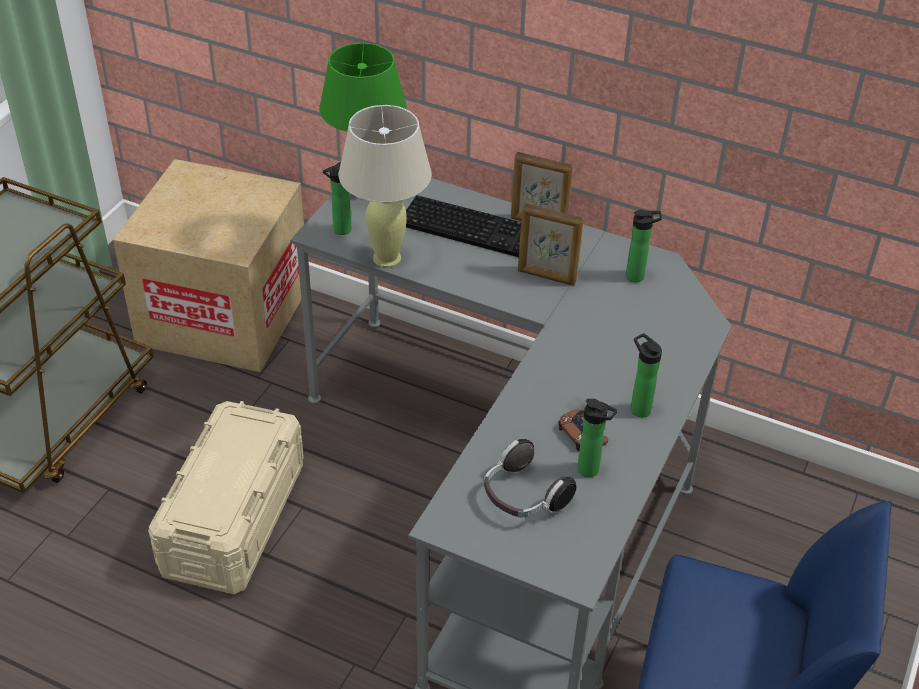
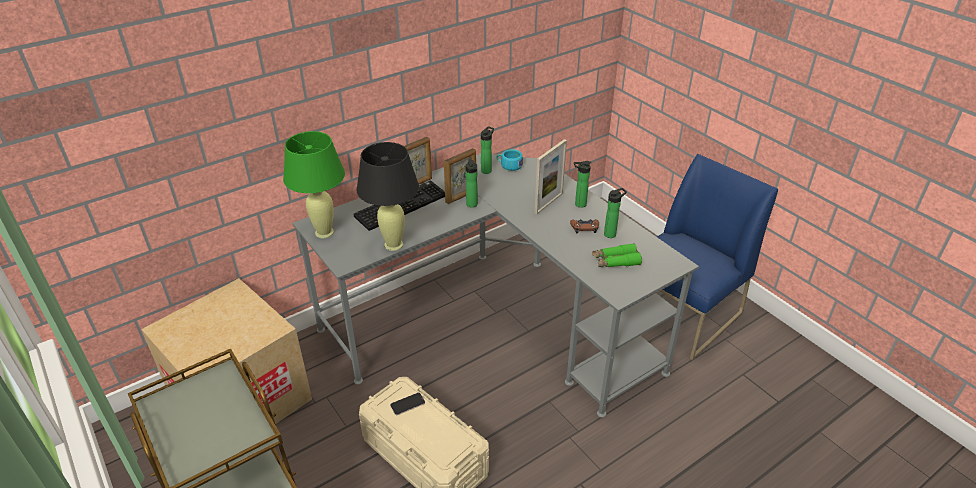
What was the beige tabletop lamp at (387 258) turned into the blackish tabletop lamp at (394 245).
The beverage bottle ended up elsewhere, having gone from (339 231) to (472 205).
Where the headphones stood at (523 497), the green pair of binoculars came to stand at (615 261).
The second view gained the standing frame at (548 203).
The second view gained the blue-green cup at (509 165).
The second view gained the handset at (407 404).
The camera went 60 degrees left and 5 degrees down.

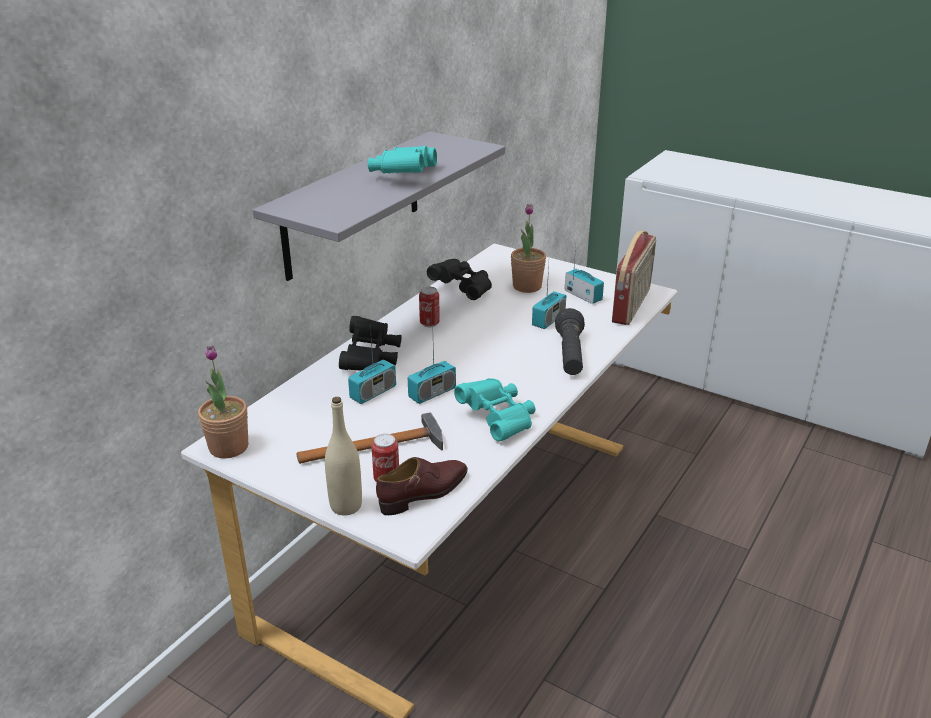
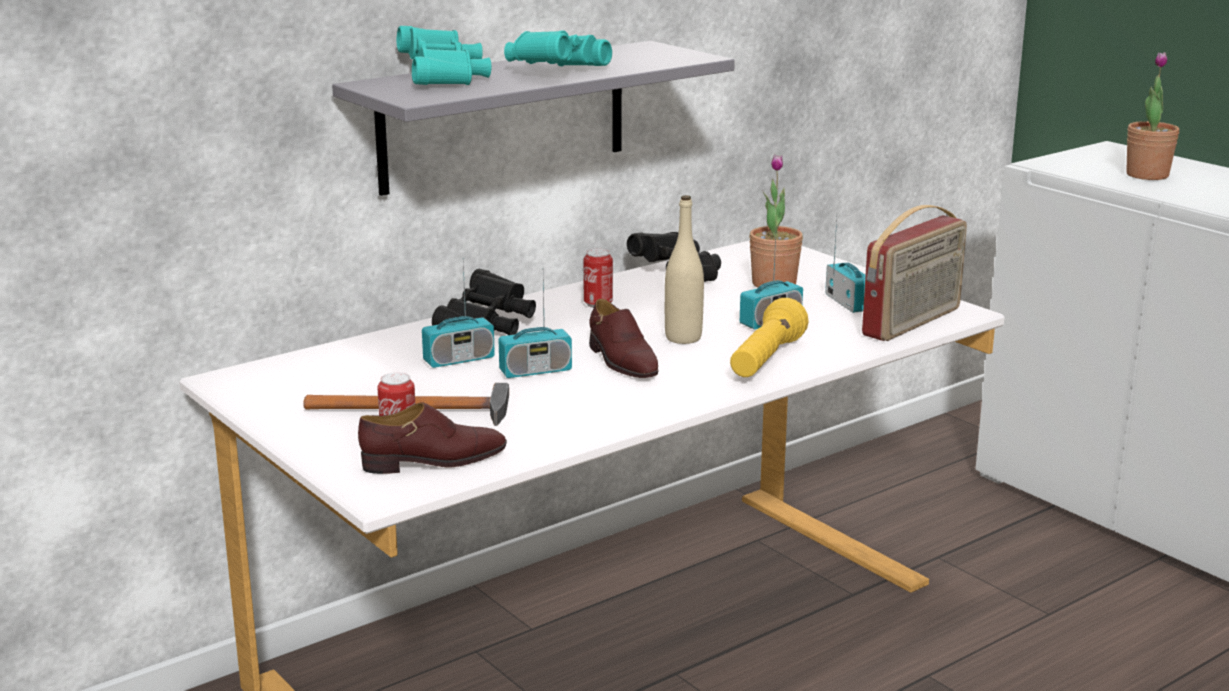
What was the blackish hand torch at (570 355) turned into the yellow hand torch at (766 360).
The plant in a pot ended up elsewhere, having gone from (228 447) to (1147 175).
The blue-green pair of binoculars ended up elsewhere, having gone from (498 419) to (444 79).
The beige beverage bottle ended up elsewhere, having gone from (346 506) to (683 338).
The second view gained the brown-coloured shoe at (622 361).
The camera went 20 degrees right and 10 degrees down.

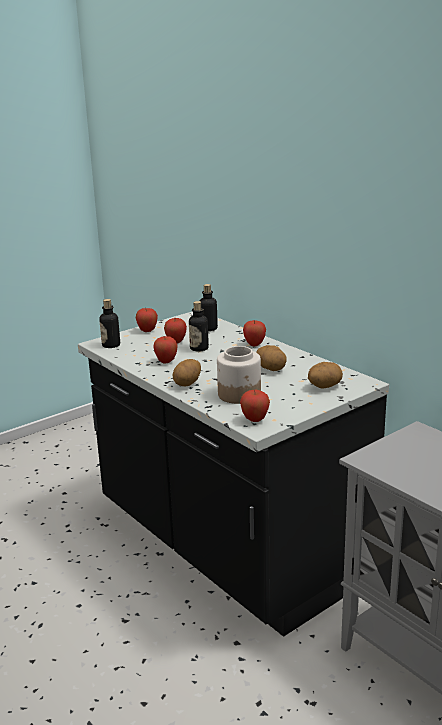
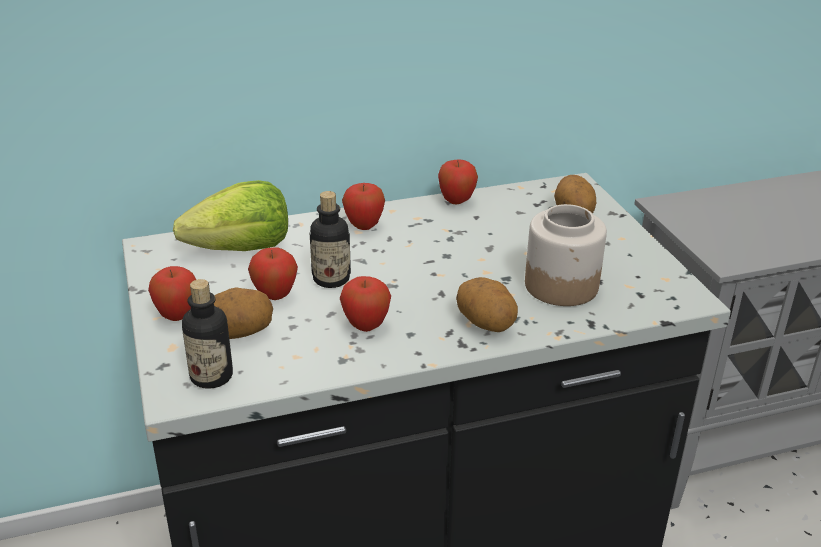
Where the beverage bottle stood at (208 328), the head of lettuce came to stand at (242 249).
The potato ended up elsewhere, having gone from (271 369) to (240 333).
The apple ended up elsewhere, having gone from (255 420) to (456 201).
The camera went 70 degrees left and 10 degrees up.

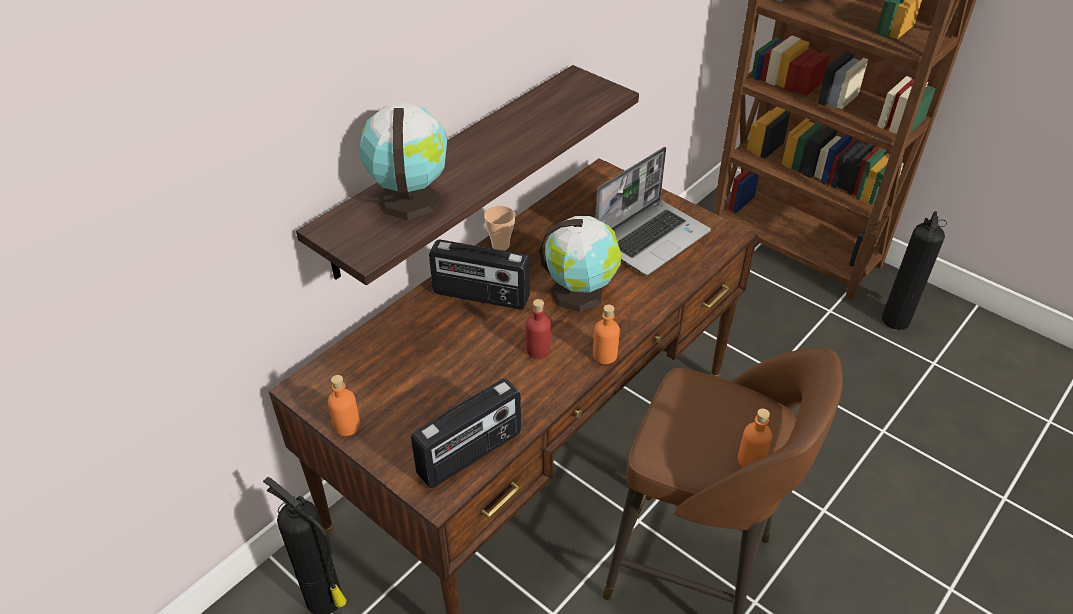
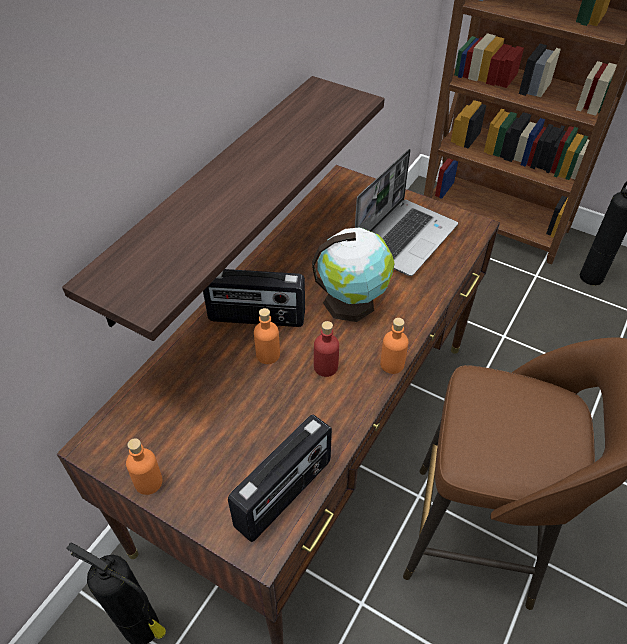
The second view lost the desk globe at (409 198).
The second view lost the cup at (500 245).
The orangey beverage bottle ended up elsewhere, having gone from (751 459) to (268 355).
The camera went 10 degrees left and 5 degrees up.

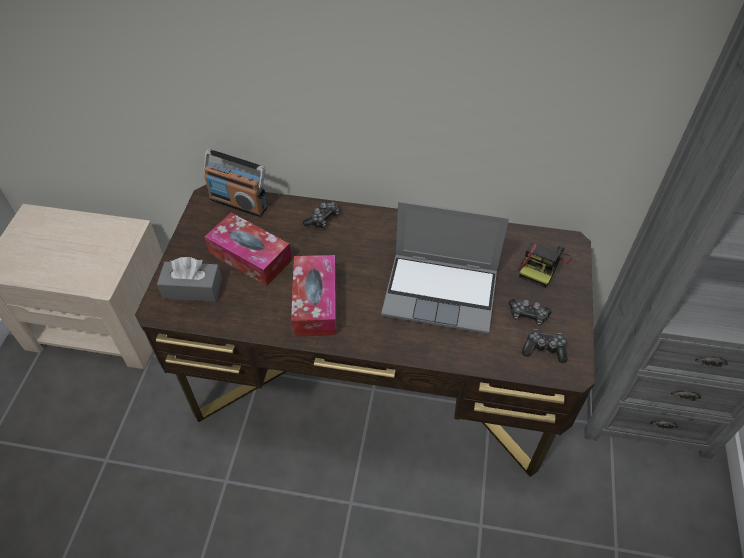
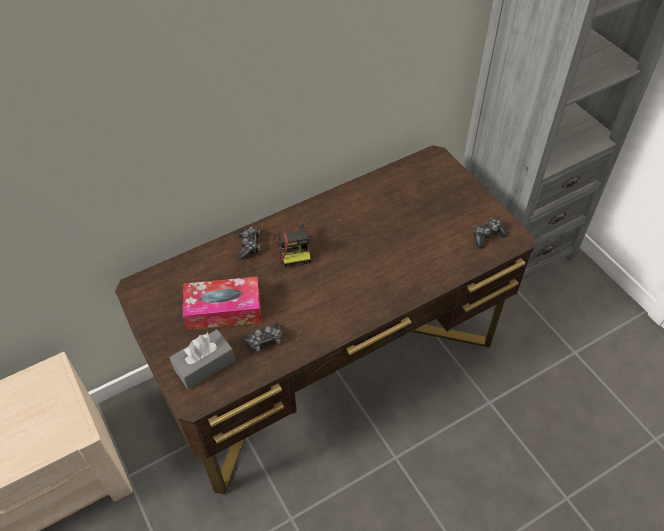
The second view lost the radio at (239 202).
The second view lost the laptop at (442 293).
The photo camera ended up elsewhere, having gone from (542 265) to (294 247).
The second view lost the tissue box at (315 302).
The gamepad ended up elsewhere, having gone from (527 315) to (265 341).
The camera went 40 degrees left and 0 degrees up.

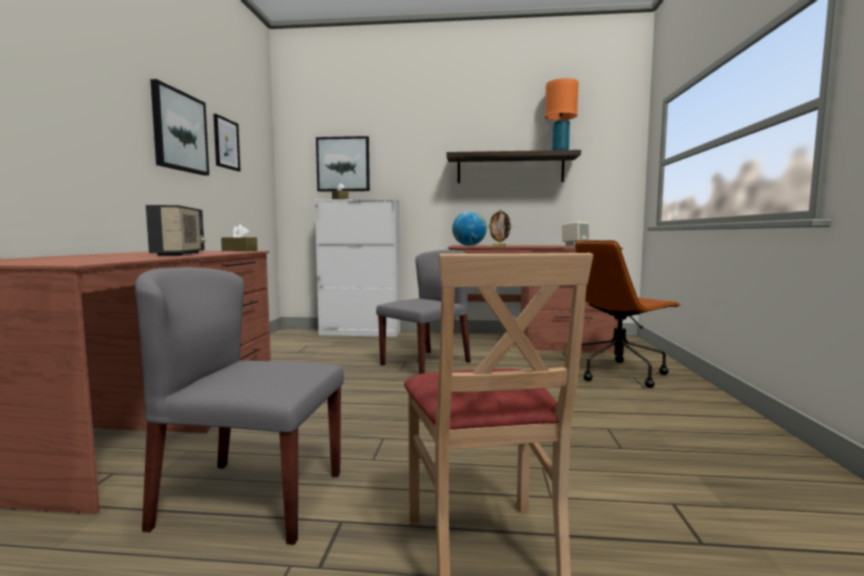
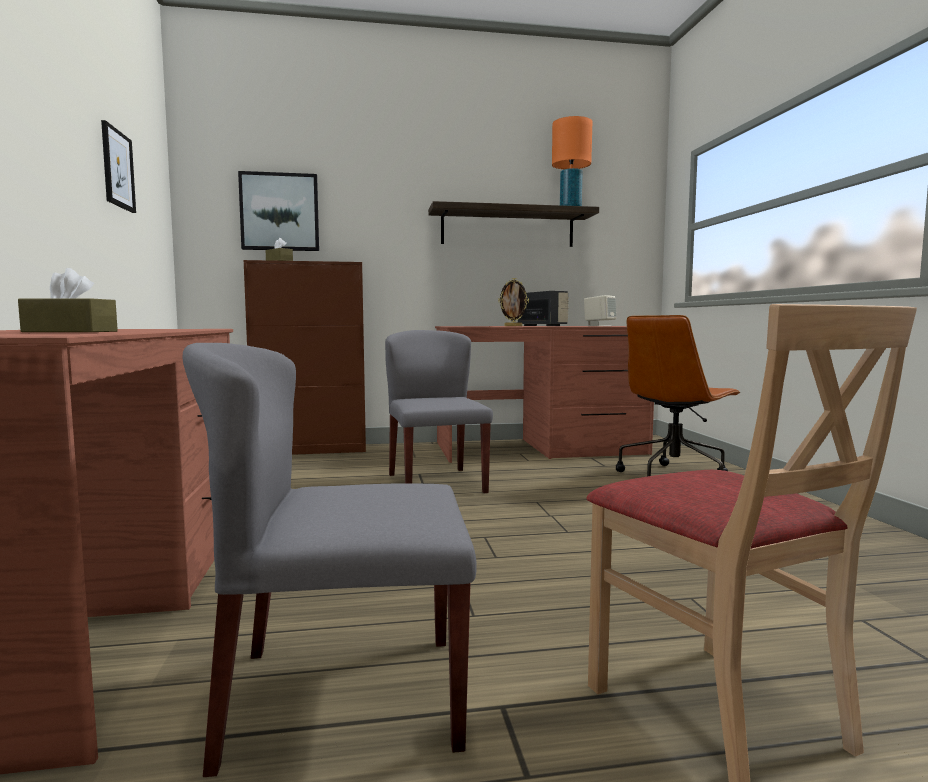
The second view lost the picture at (179 131).
What was the whitish cabinet at (360 333) turned into the brown-coloured cabinet at (311 450).
The radio ended up elsewhere, having gone from (180 254) to (542 326).
The second view lost the desk globe at (469 245).
The brown-coloured tissue box ended up elsewhere, having gone from (239 250) to (70 331).
The gray chair at (426 363) ended up facing another way, 45 degrees counterclockwise from before.
The camera went 15 degrees left and 0 degrees up.

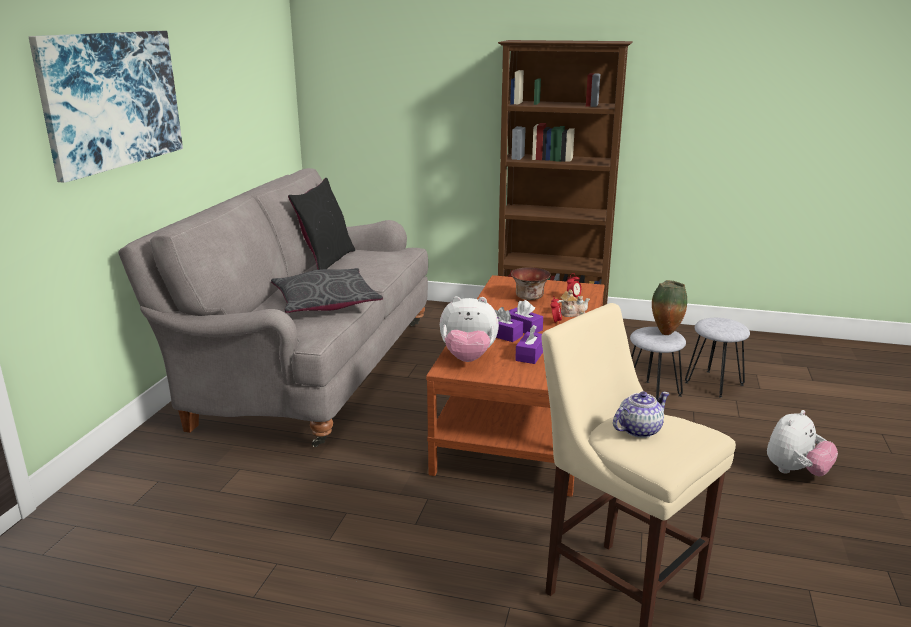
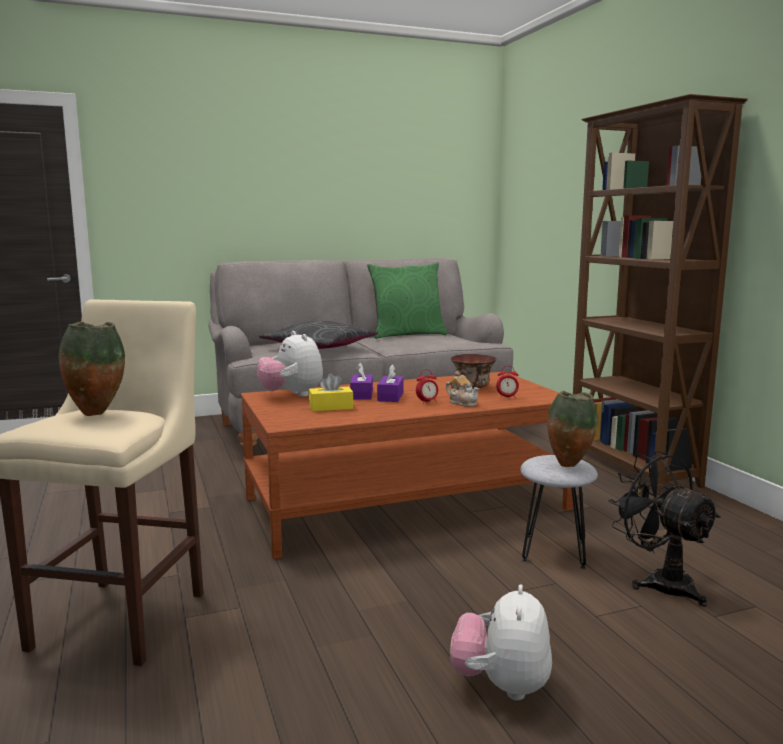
The second view lost the picture at (112 100).
What was the blackish pillow at (326 261) turned into the green pillow at (407 335).
Where the gray stool seat stood at (714 384), the blackish fan came to stand at (660 582).
What was the purple-coloured tissue box at (530 355) turned into the yellow tissue box at (331 407).
Where the pot for tea stood at (638 430), the flower vase came to stand at (97 414).
The plush toy at (795 471) ended up facing another way, 90 degrees clockwise from before.
The camera went 55 degrees right and 10 degrees down.

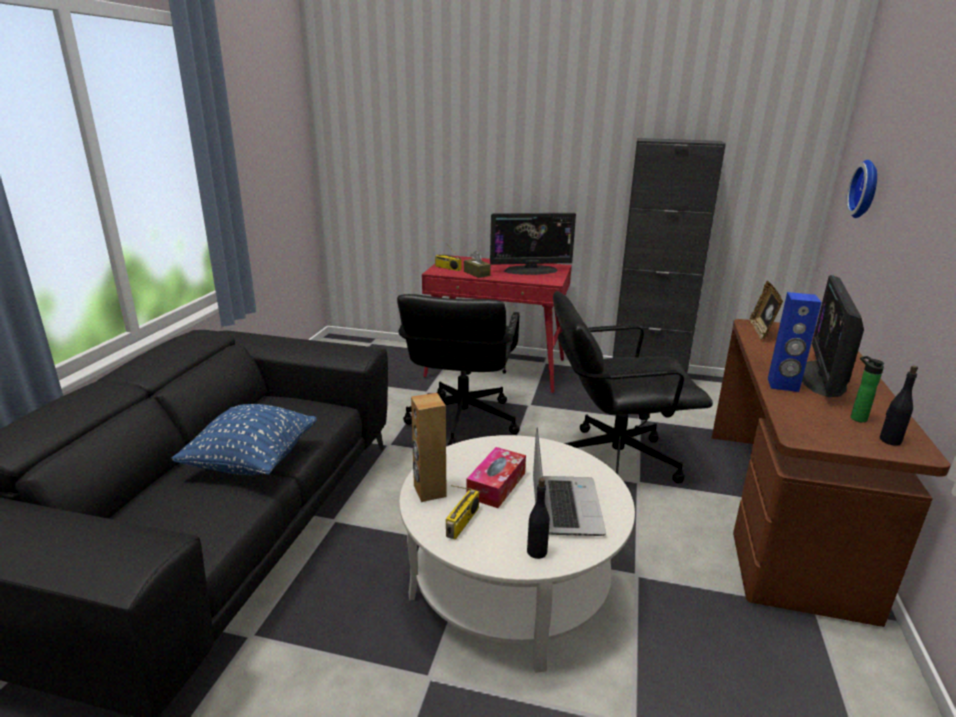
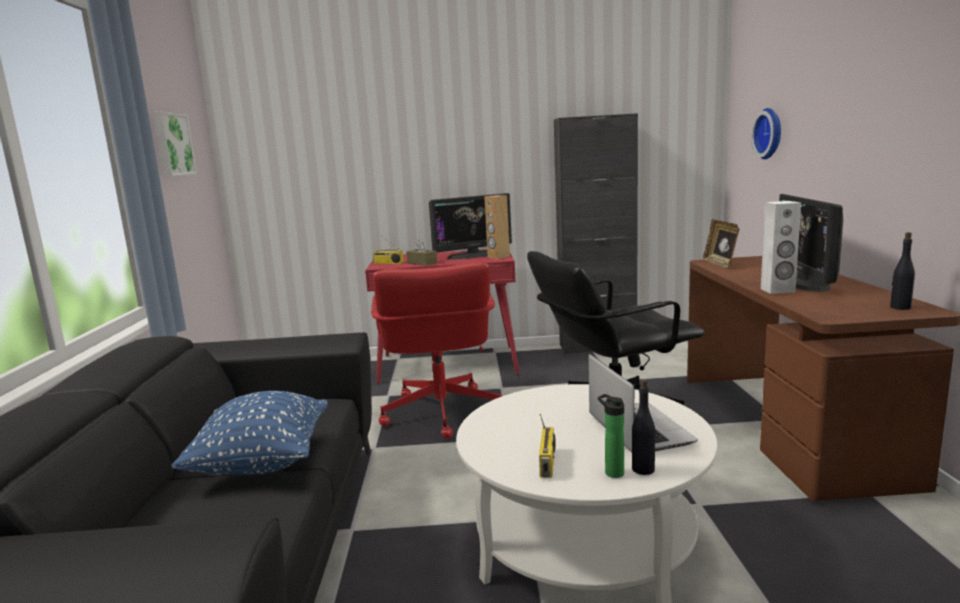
What was the blue-coloured loudspeaker at (783 385) turned into the whitish loudspeaker at (777 290).
What was the blackish office chair at (461 421) turned into the red-coloured office chair at (441 413).
The beverage bottle ended up elsewhere, having gone from (856 417) to (612 472).
The brown-coloured loudspeaker ended up elsewhere, having gone from (429 491) to (498 257).
The second view lost the tissue box at (496 485).
The second view gained the picture at (172 144).
The camera went 15 degrees left and 10 degrees down.

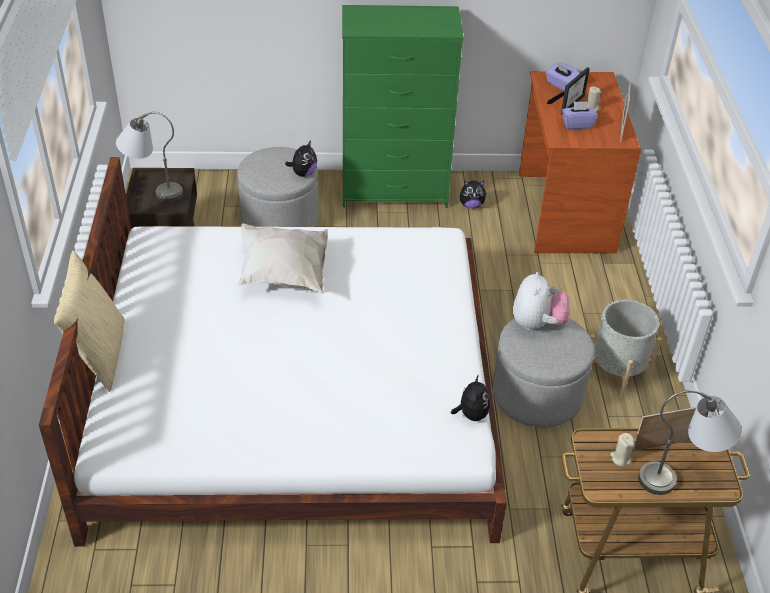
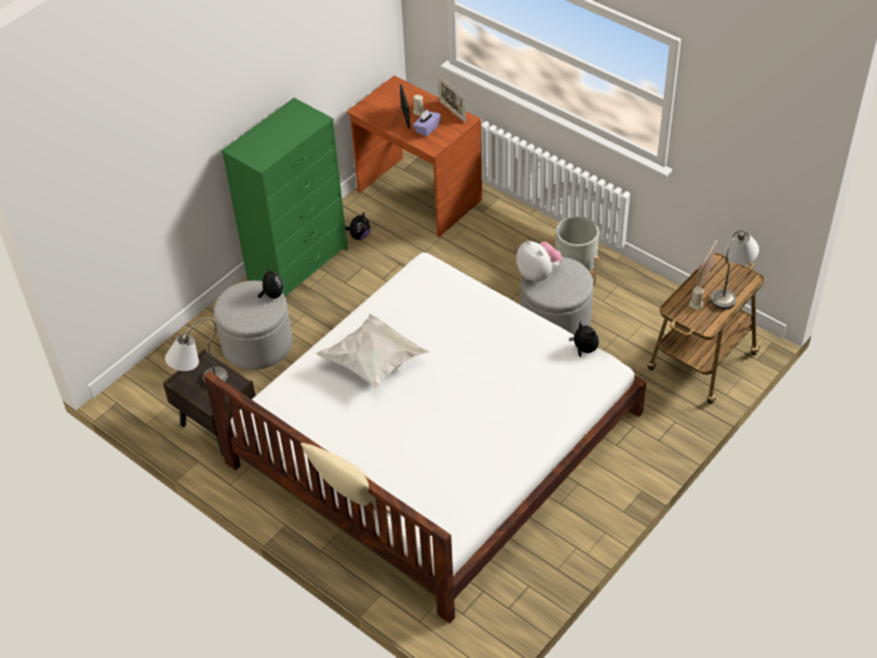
The second view lost the purple-coloured tissue box at (561 85).
The camera went 45 degrees left and 5 degrees up.

